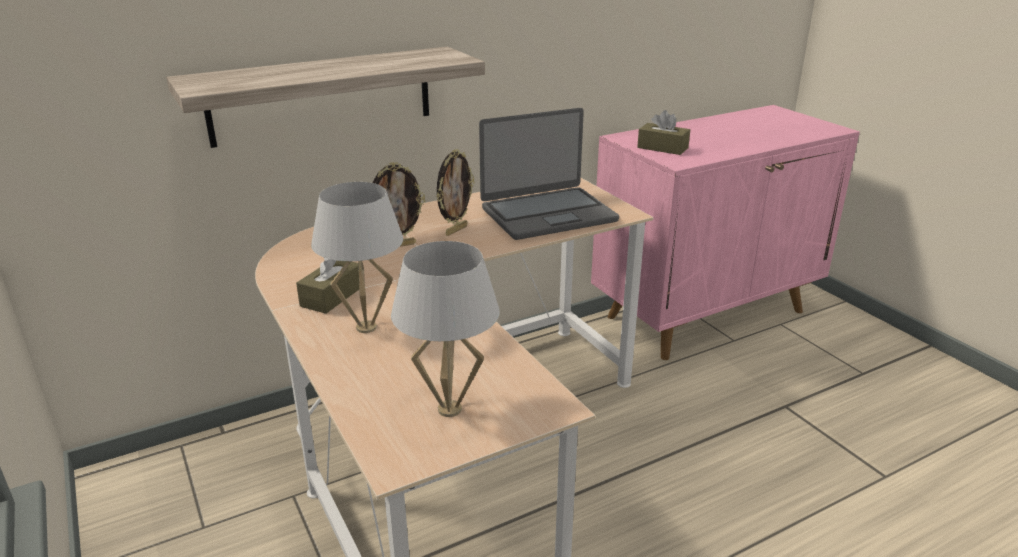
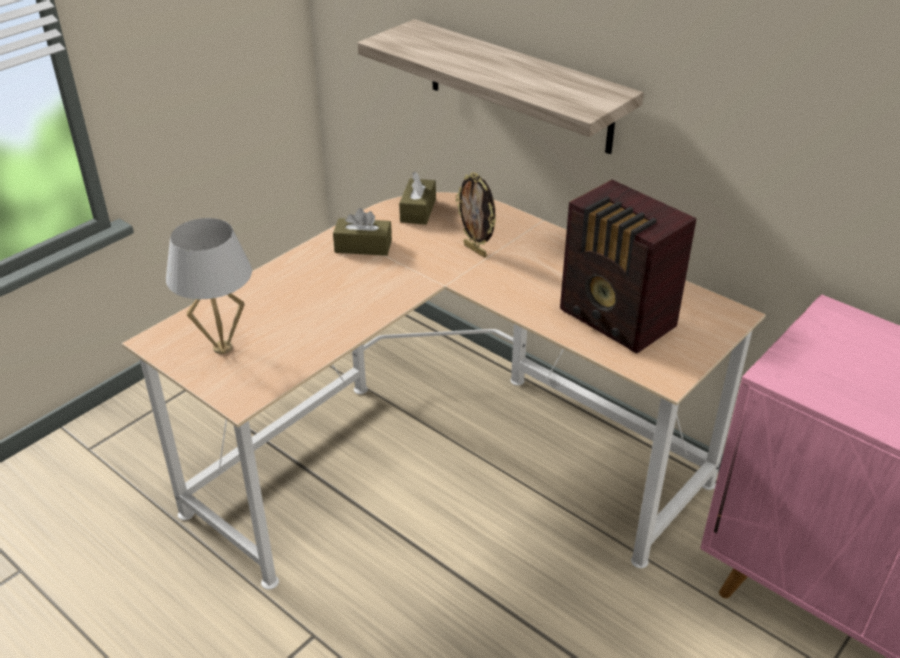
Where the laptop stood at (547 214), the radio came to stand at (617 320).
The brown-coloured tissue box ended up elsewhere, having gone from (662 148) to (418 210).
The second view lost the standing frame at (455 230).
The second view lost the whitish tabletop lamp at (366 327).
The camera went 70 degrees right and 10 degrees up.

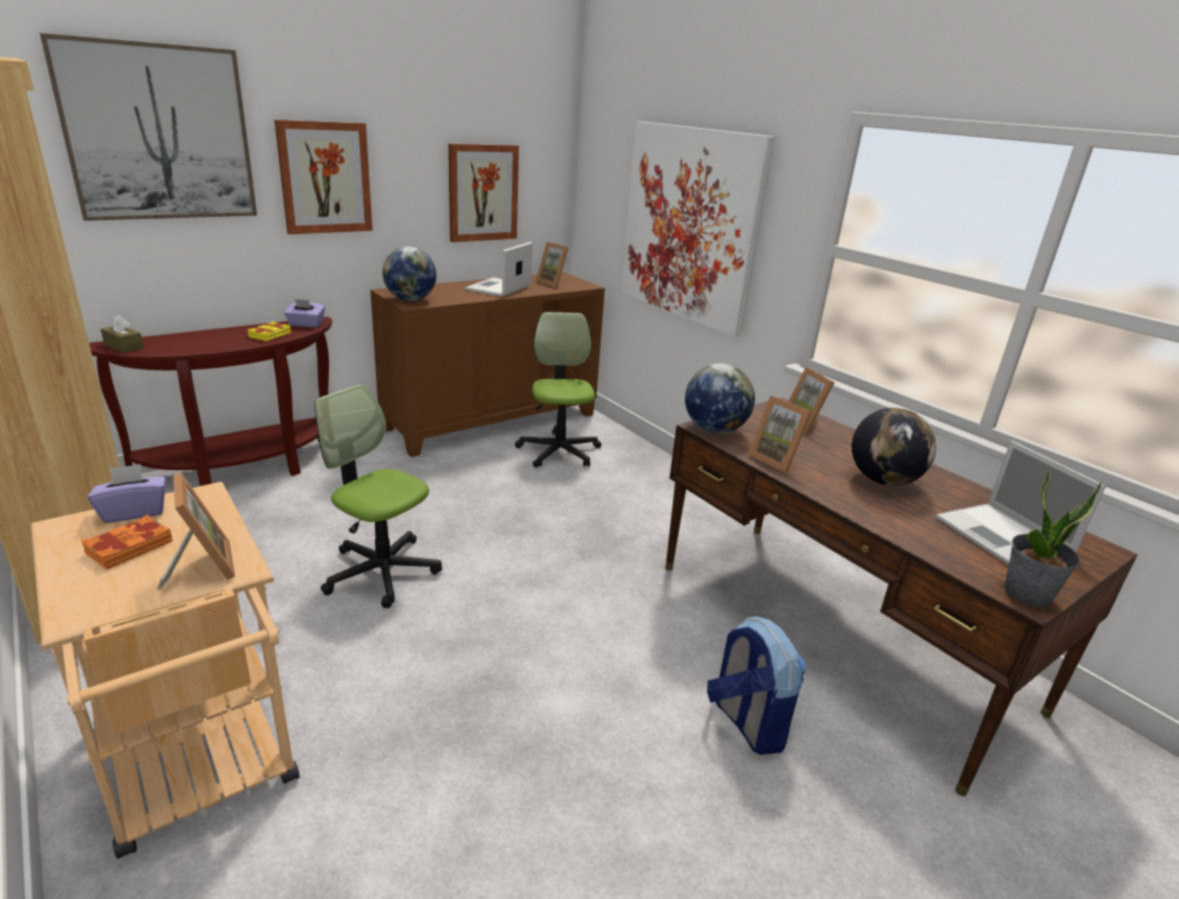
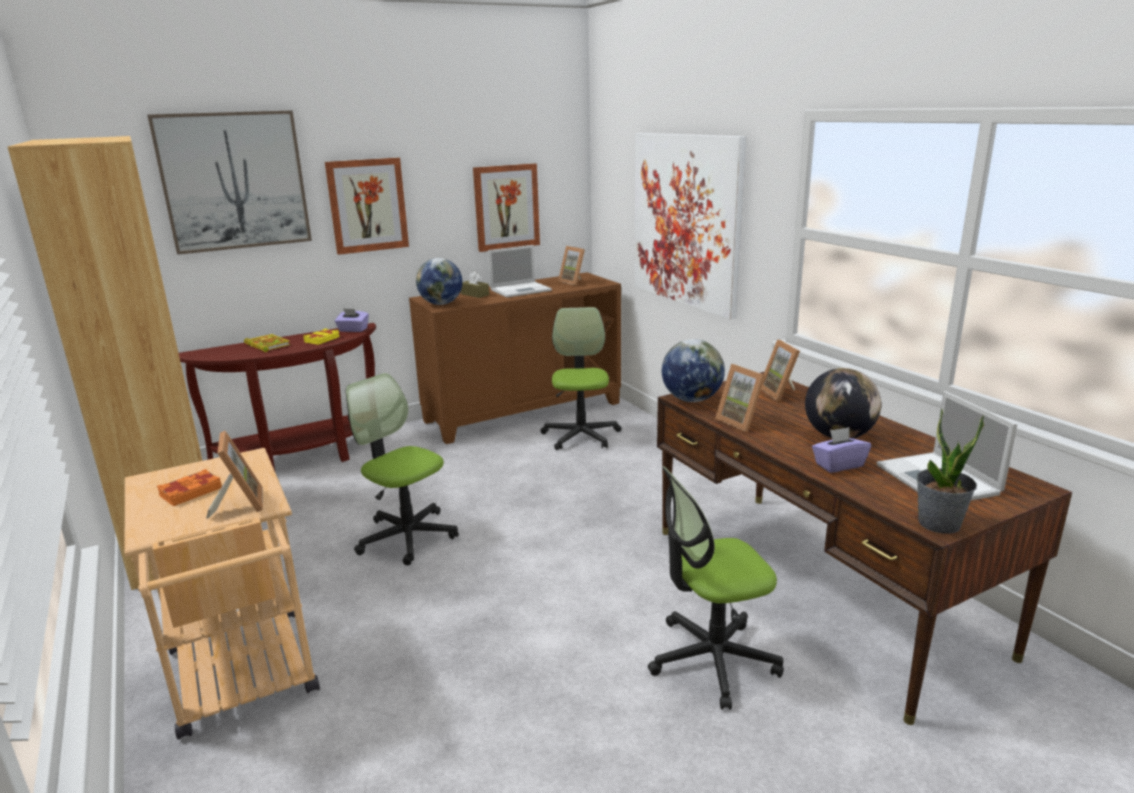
The laptop at (498 288) ended up facing another way, 150 degrees counterclockwise from before.
The brown-coloured tissue box ended up elsewhere, having gone from (124 346) to (475 294).
The purple-coloured tissue box ended up elsewhere, having gone from (134 512) to (838 465).
Where the knapsack stood at (746 722), the office chair came to stand at (712 659).
The second view gained the bound book at (267 345).
The camera went 10 degrees right and 5 degrees down.

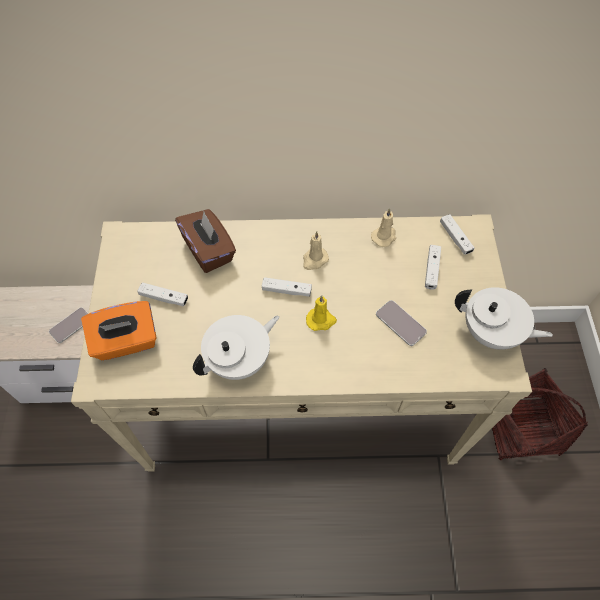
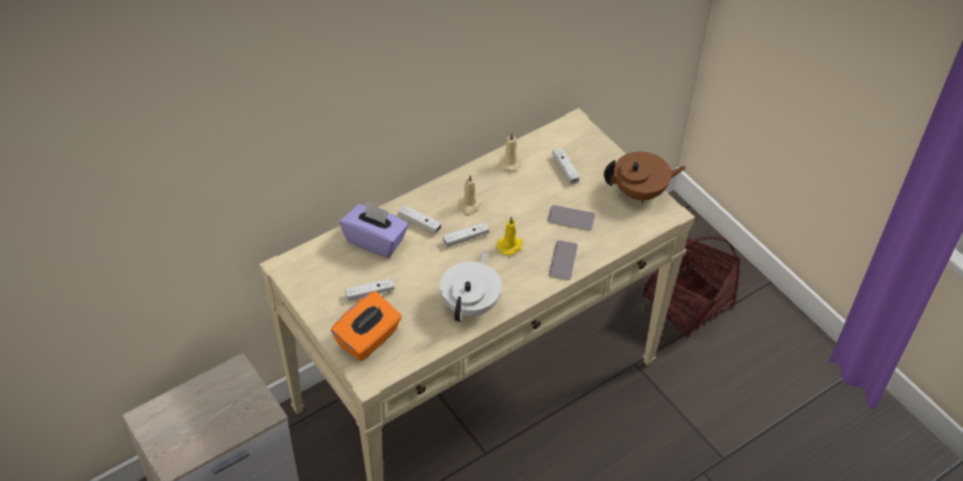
What was the brown-coloured tissue box at (209 250) turned into the purple-coloured tissue box at (376 240).
The whitish gamepad ended up elsewhere, having gone from (455 238) to (419 223).
What was the whitish pot for tea at (491 333) turned into the brown-coloured pot for tea at (640 192).
The handset ended up elsewhere, having gone from (70 325) to (563 260).
The camera went 35 degrees left and 10 degrees down.

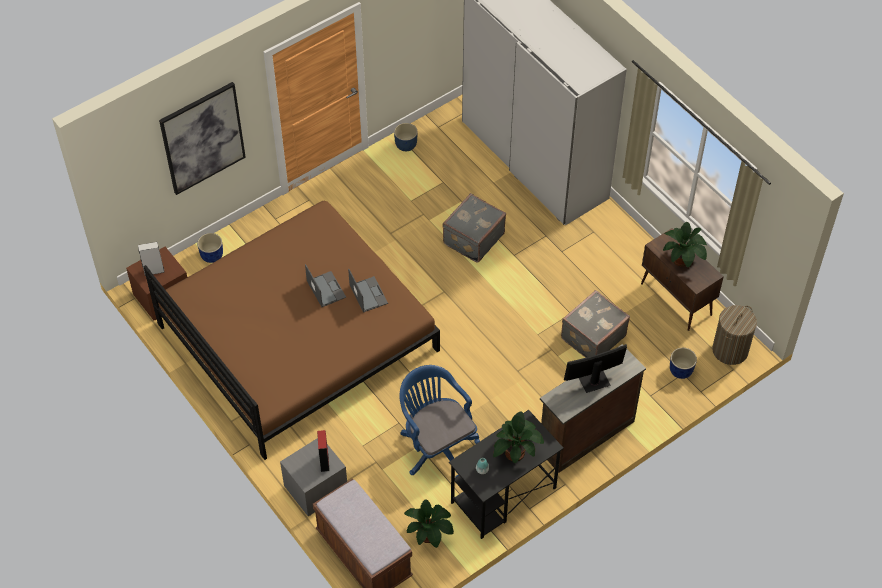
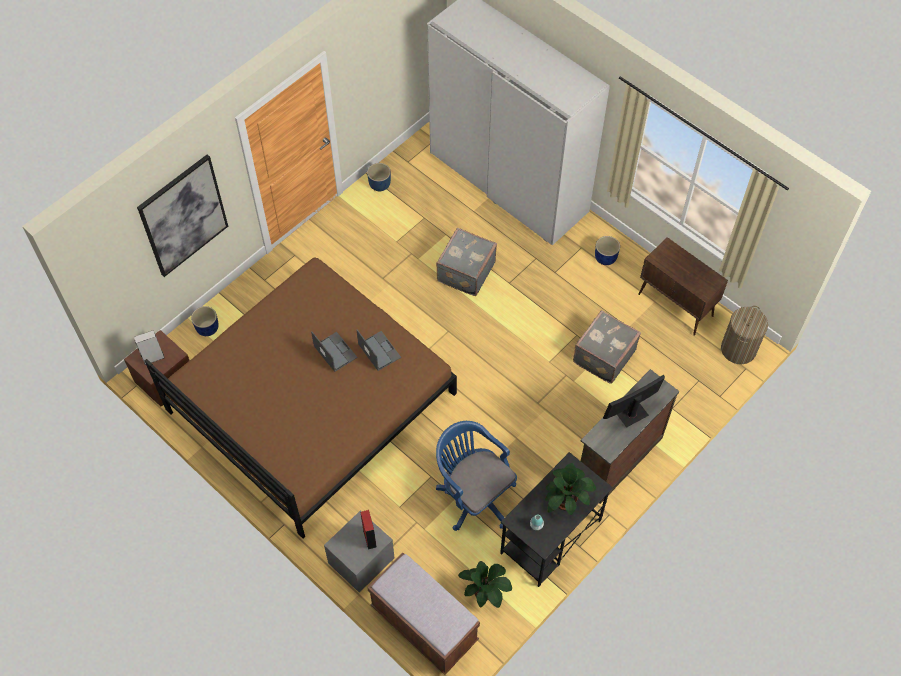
The second view lost the plant in a pot at (682 260).
The blue-coloured plant pot ended up elsewhere, having gone from (681 370) to (606 258).
The camera went 10 degrees left and 5 degrees up.

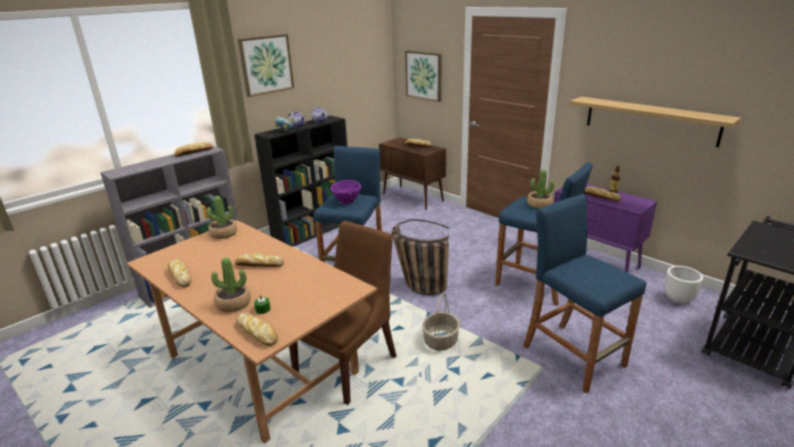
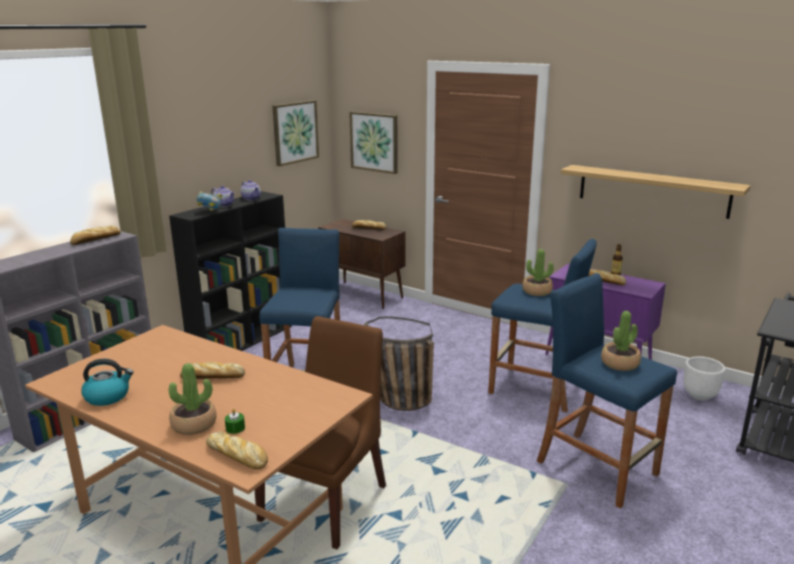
The picture ended up elsewhere, having gone from (266 64) to (295 132).
The second view lost the purple-coloured bowl at (347 201).
The plant in a pot ended up elsewhere, having gone from (224 234) to (620 363).
Where the bread stood at (180 276), the kettle came to stand at (108 396).
The second view lost the basket at (441 341).
The camera went 10 degrees left and 5 degrees down.

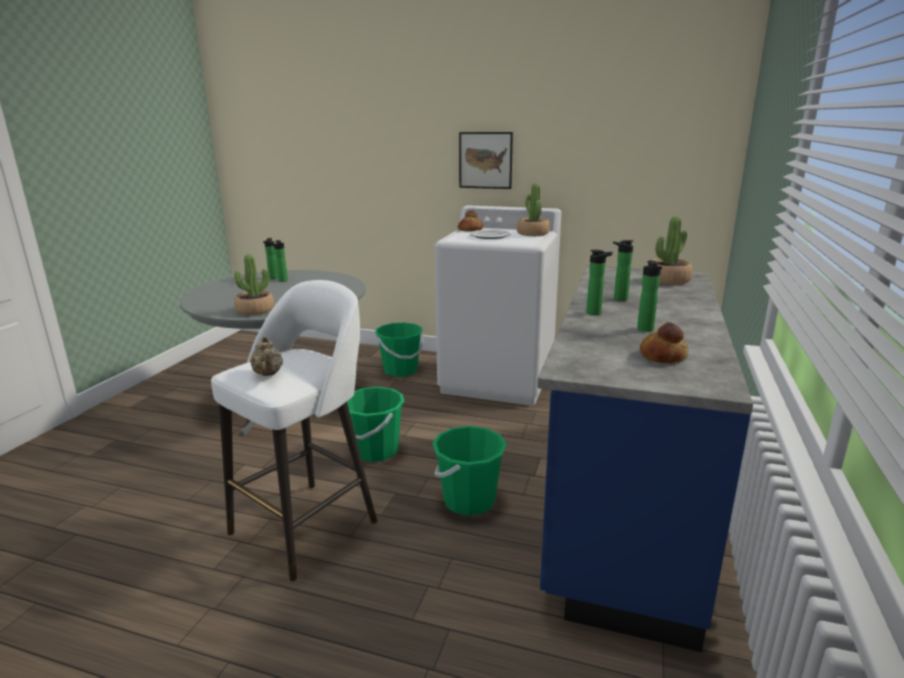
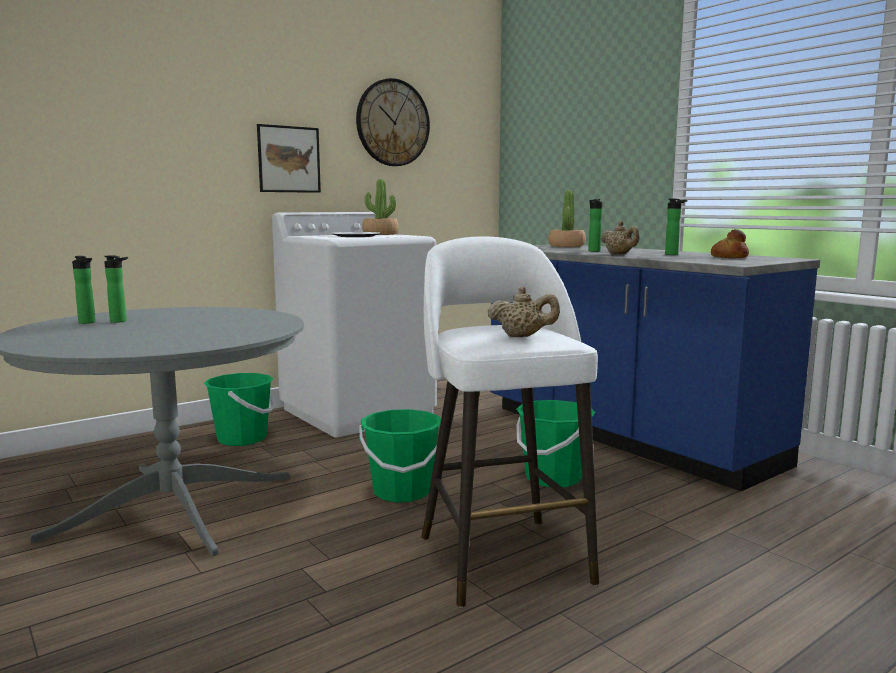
The second view lost the bread at (470 230).
Where the beverage bottle stood at (596 313), the beige pot for tea came to stand at (619 254).
The second view lost the plant in a pot at (255 310).
The second view gained the clock on the wall at (392 123).
The camera went 55 degrees left and 10 degrees down.

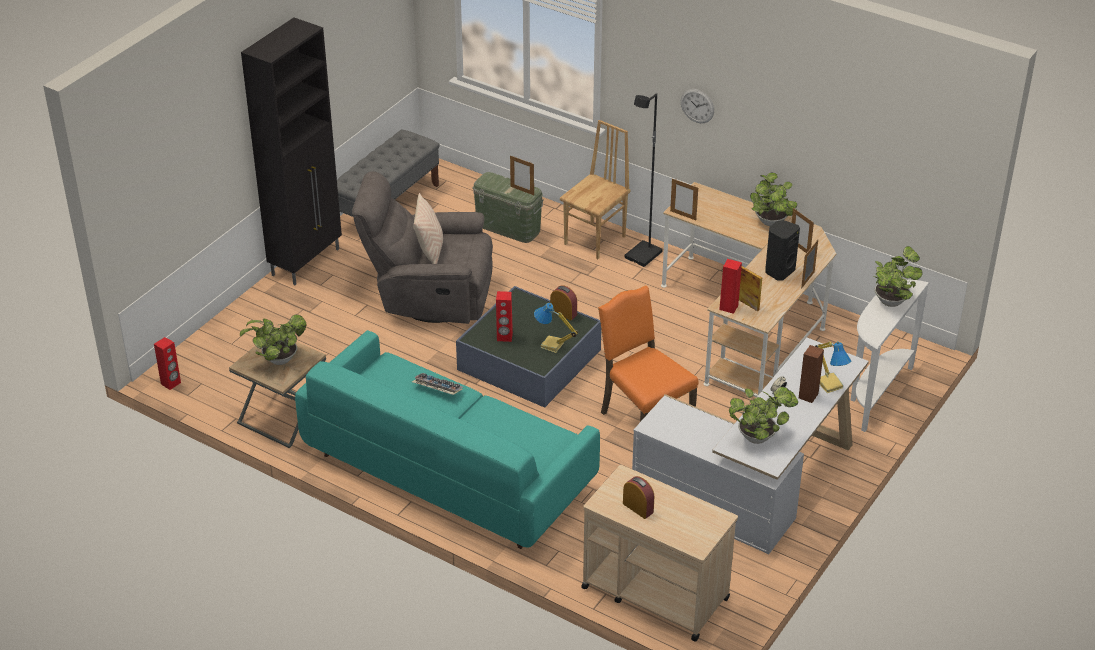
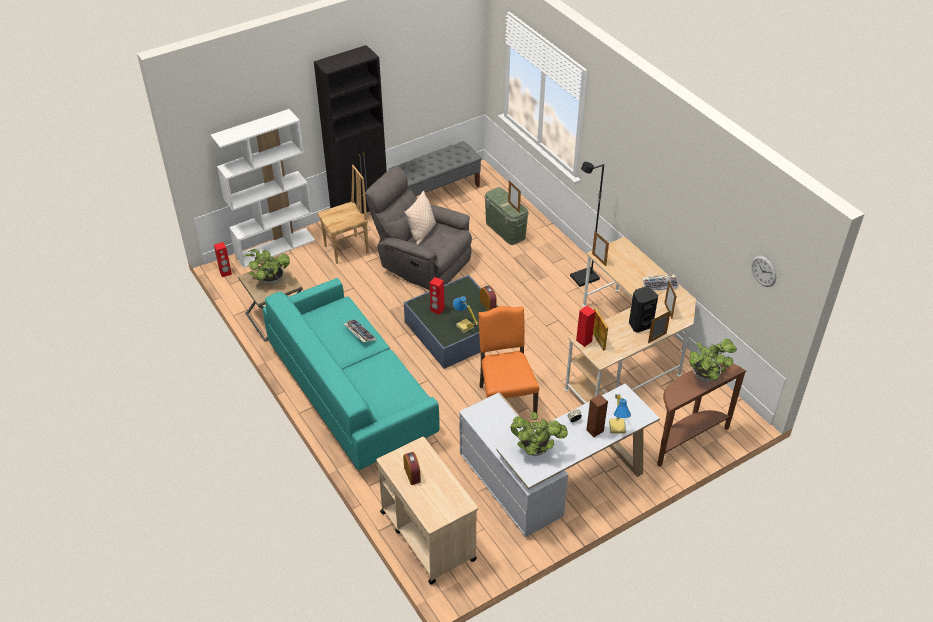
The clock on the wall ended up elsewhere, having gone from (697 106) to (763 271).
The brown-coloured chair ended up elsewhere, having gone from (596 240) to (347 250).
Where the plant in a pot stood at (771 223), the PC keyboard came to stand at (660 285).
What was the whitish narrow table at (875 394) turned into the brown-coloured narrow table at (686 439).
The second view gained the whitish bookcase at (275 247).
The camera went 25 degrees right and 5 degrees up.

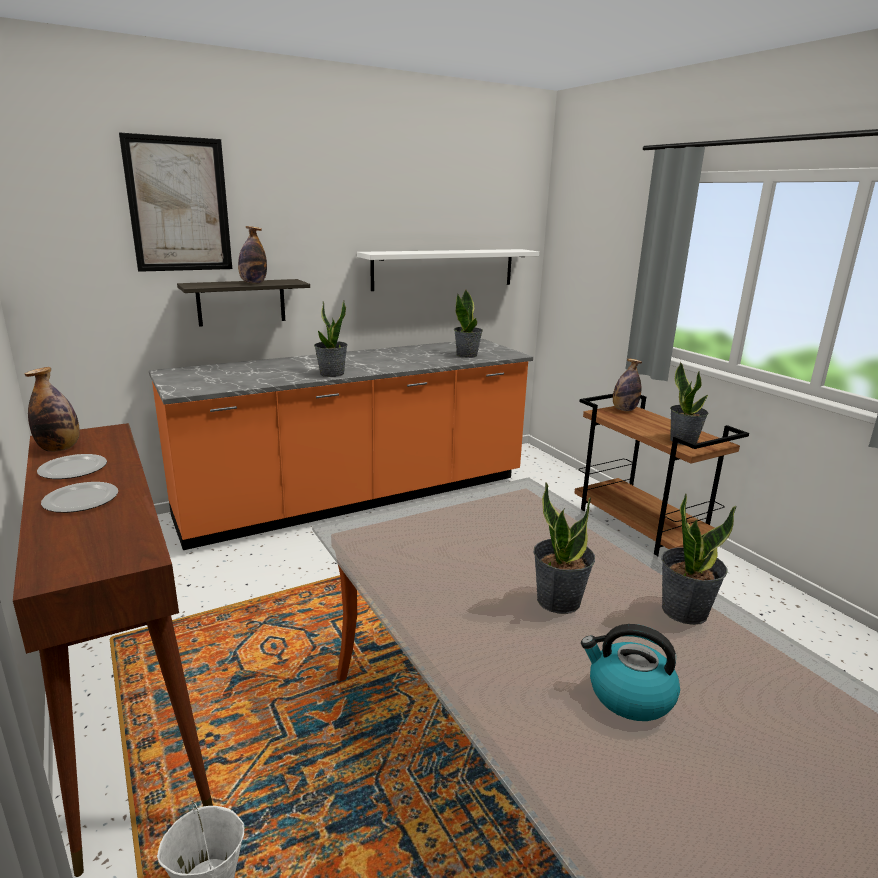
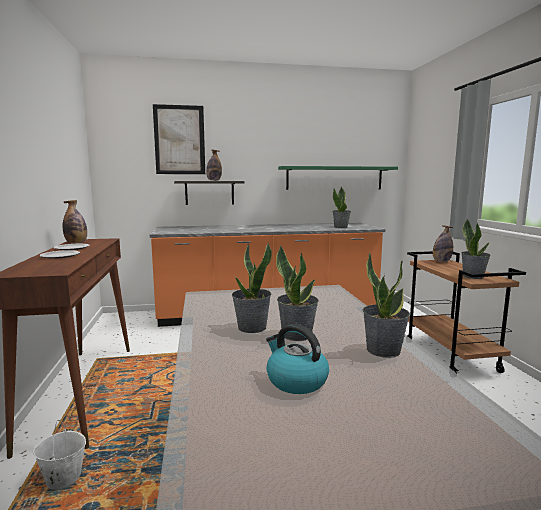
What was the whitish wall shelf at (444 269) turned into the green wall shelf at (334 178).
The plant in a pot ended up elsewhere, having gone from (332 374) to (252 328).
The camera went 20 degrees right and 10 degrees down.

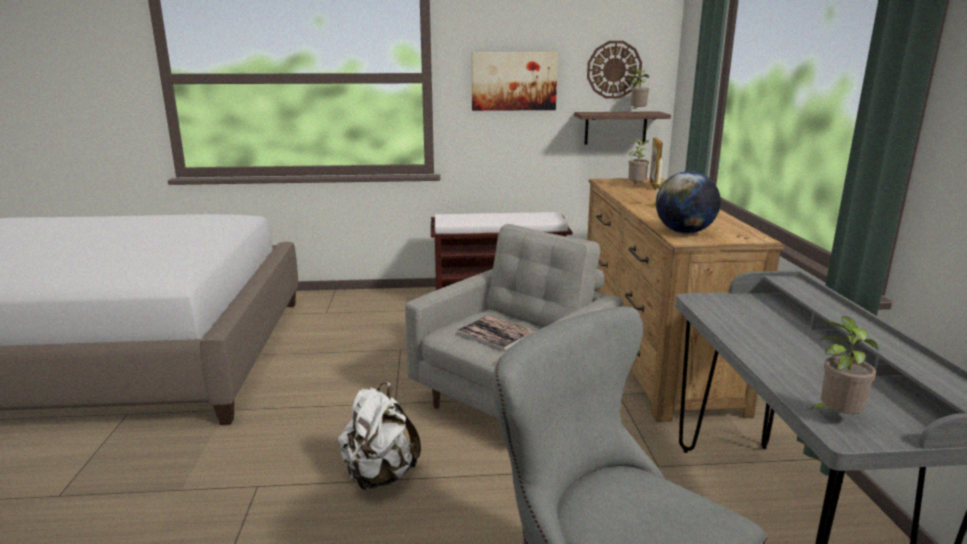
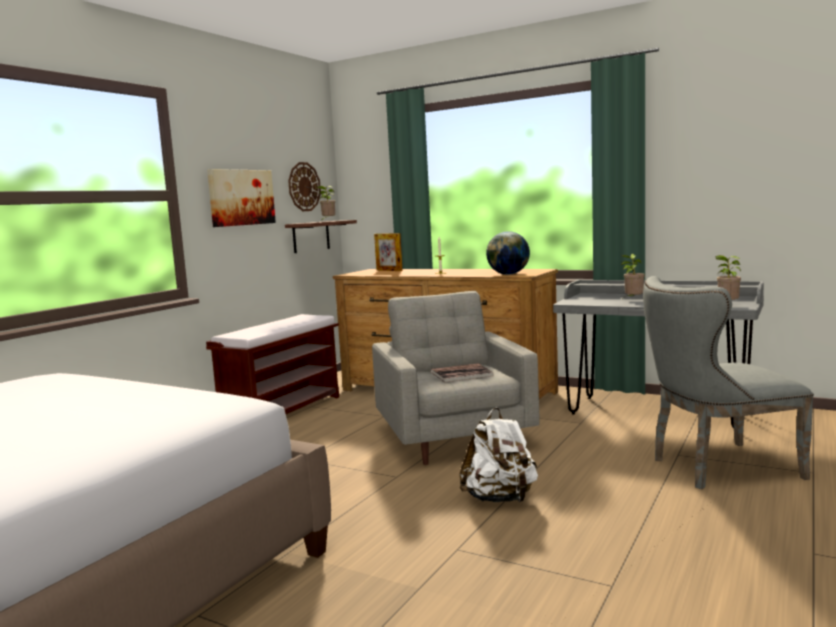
The plant in a pot ended up elsewhere, having gone from (636 186) to (632 300).
The camera went 55 degrees left and 10 degrees down.

